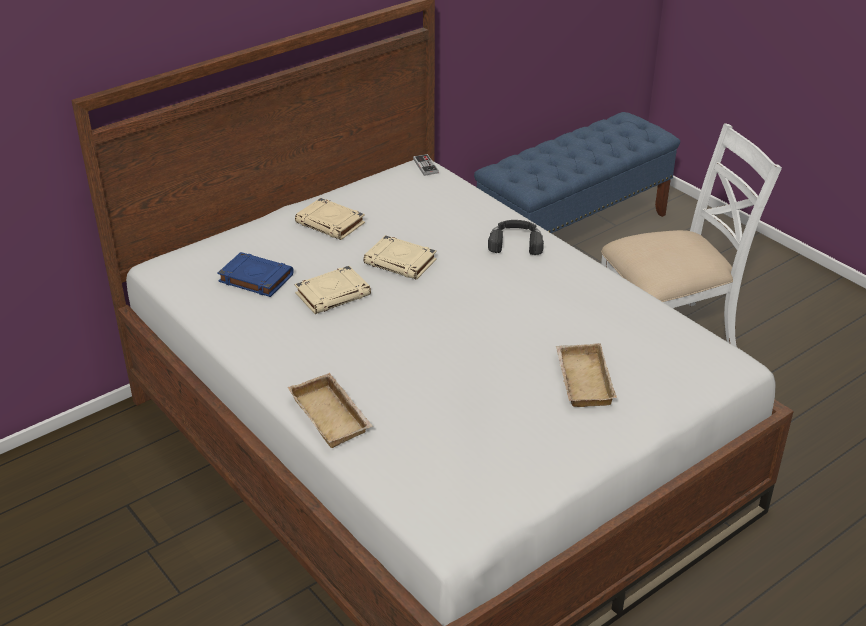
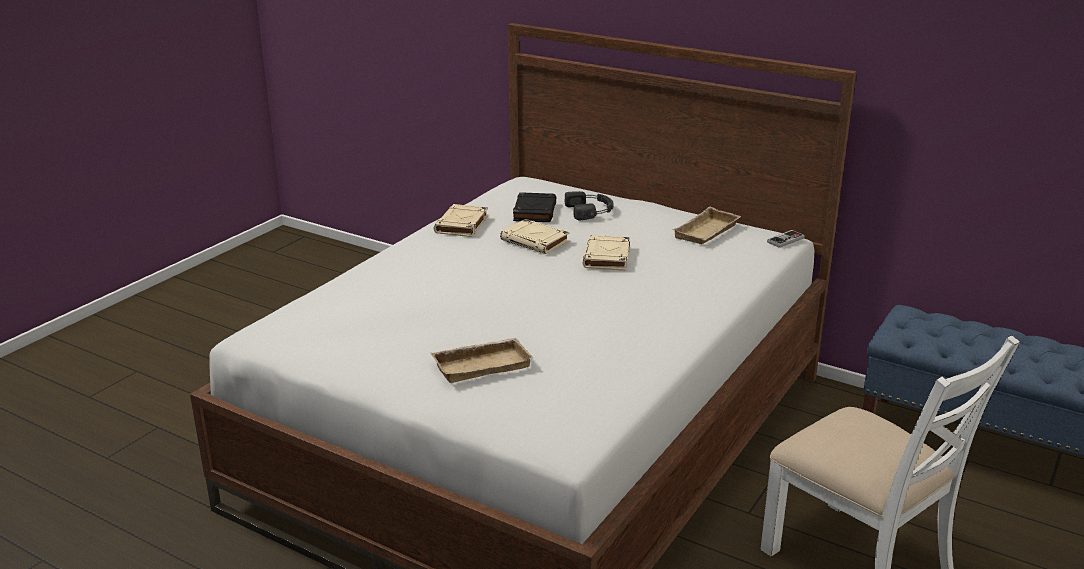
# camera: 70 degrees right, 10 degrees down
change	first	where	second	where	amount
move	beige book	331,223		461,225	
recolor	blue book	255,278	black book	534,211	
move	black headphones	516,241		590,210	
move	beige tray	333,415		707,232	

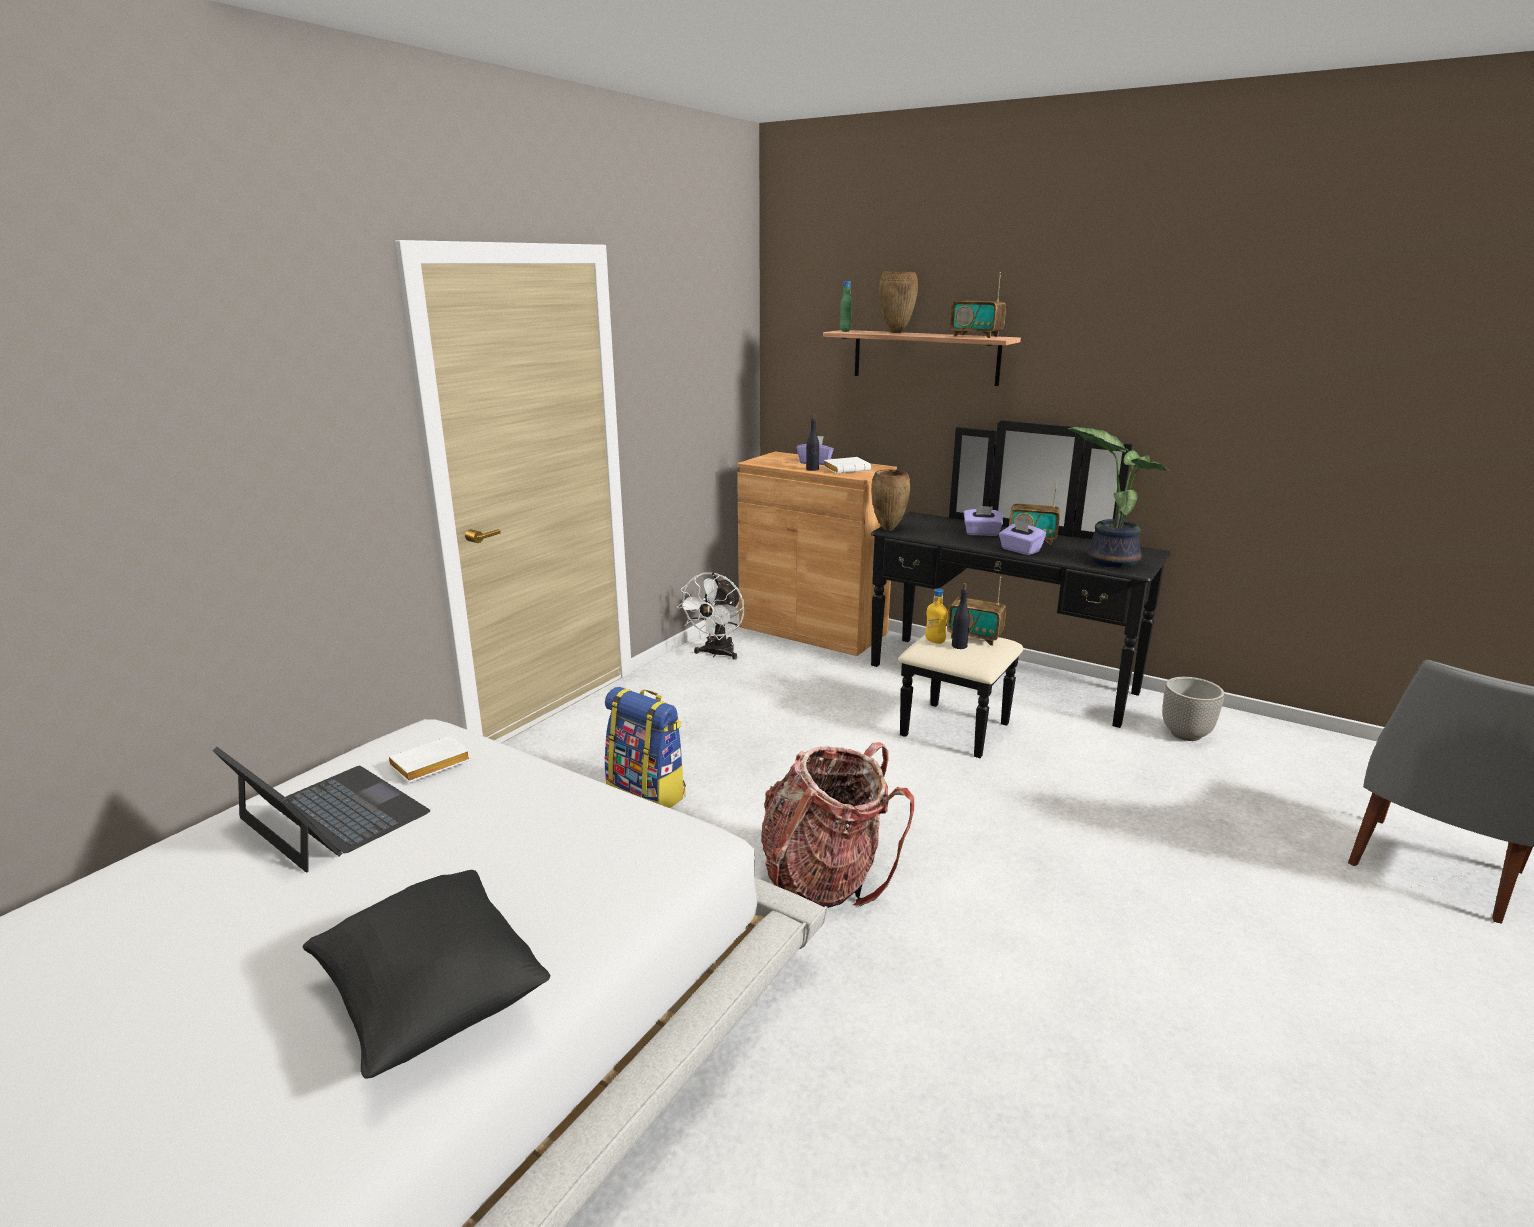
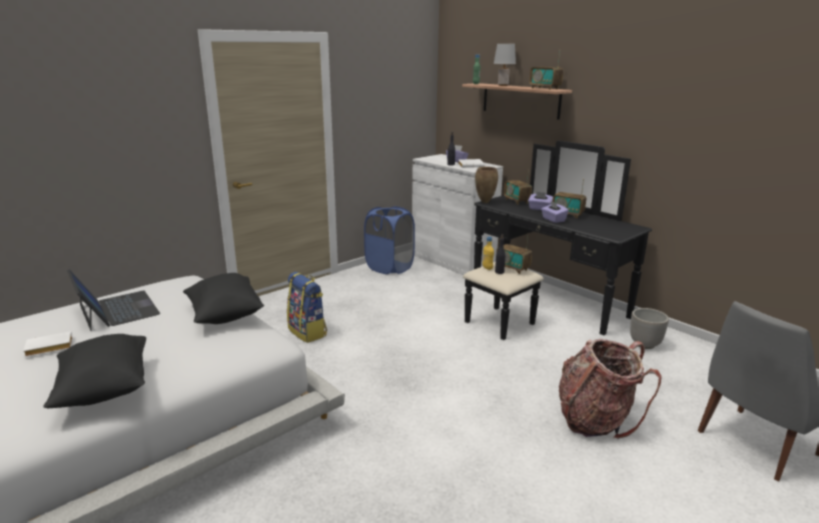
# camera: 15 degrees right, 0 degrees up
change	first	where	second	where	amount
move	white book	430,766		48,348	
insert			black pillow	225,315	
replace	white fan	716,654	blue laundry basket	389,267	
recolor	brown cabinet	813,630	white cabinet	452,260	
replace	brown vase	896,333	grey table lamp	503,85	
insert			radio	516,201	
move	backpack	824,879		595,419	
delete	potted plant	1110,560			

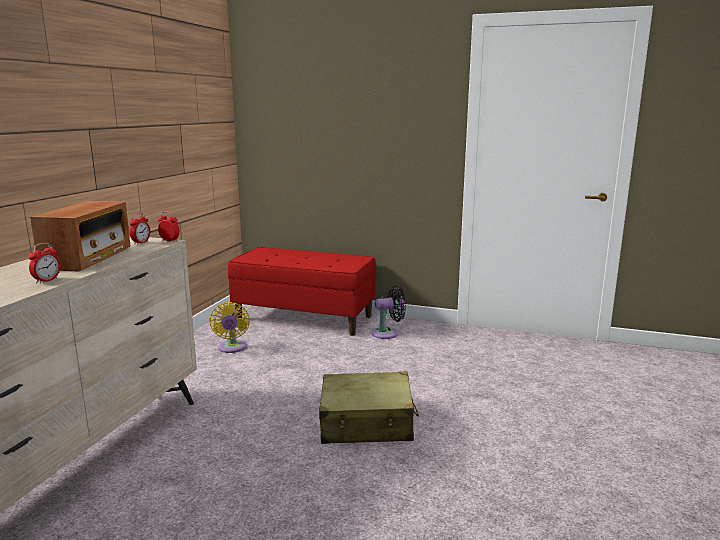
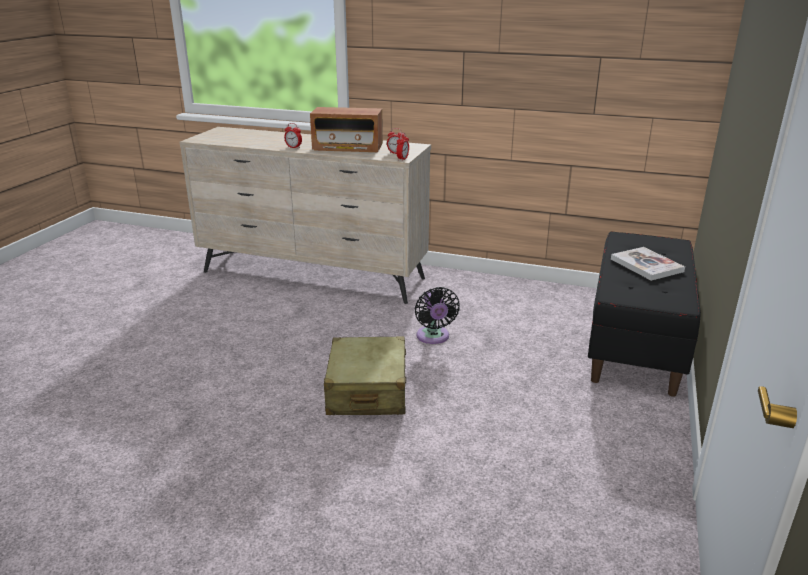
# camera: 90 degrees right, 10 degrees up
change	first	where	second	where	amount
move	black fan	388,333		433,337	
recolor	red bench	304,318	black bench	636,343	
insert			book	646,265	
delete	yellow fan	232,348			

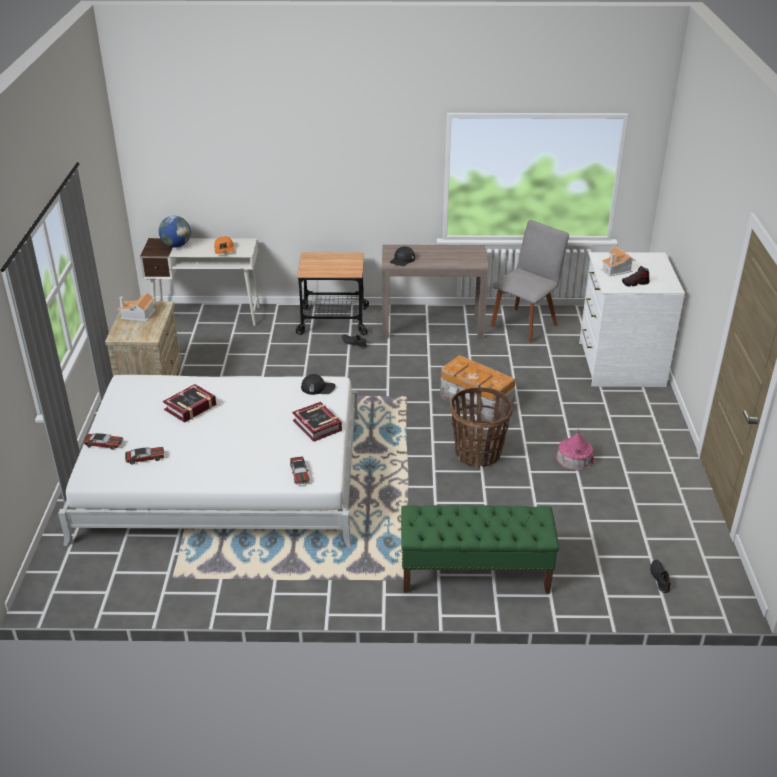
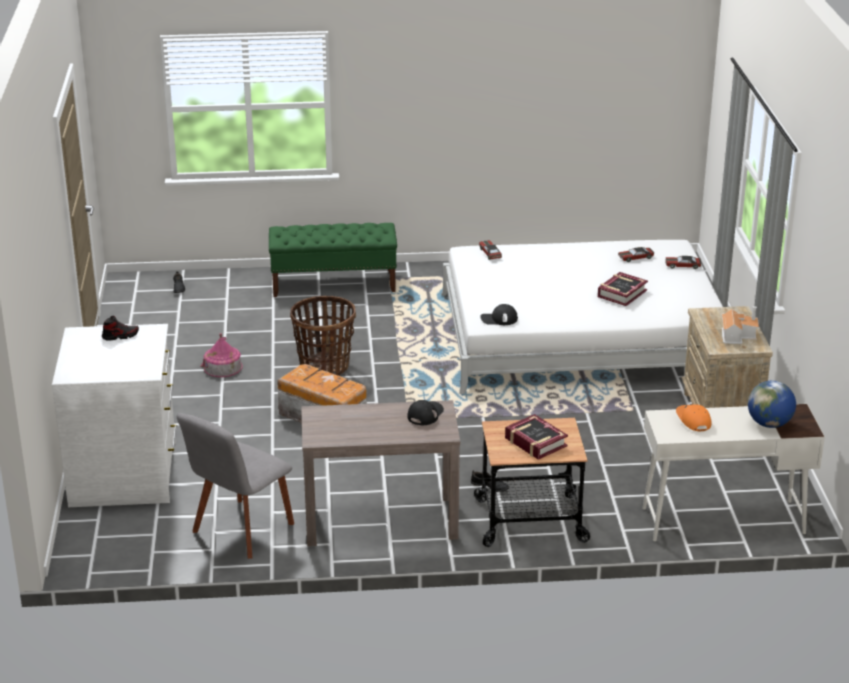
# camera: 175 degrees right, 5 degrees down
change	first	where	second	where	amount
move	book	317,425		535,442	
delete	toy house	616,269			

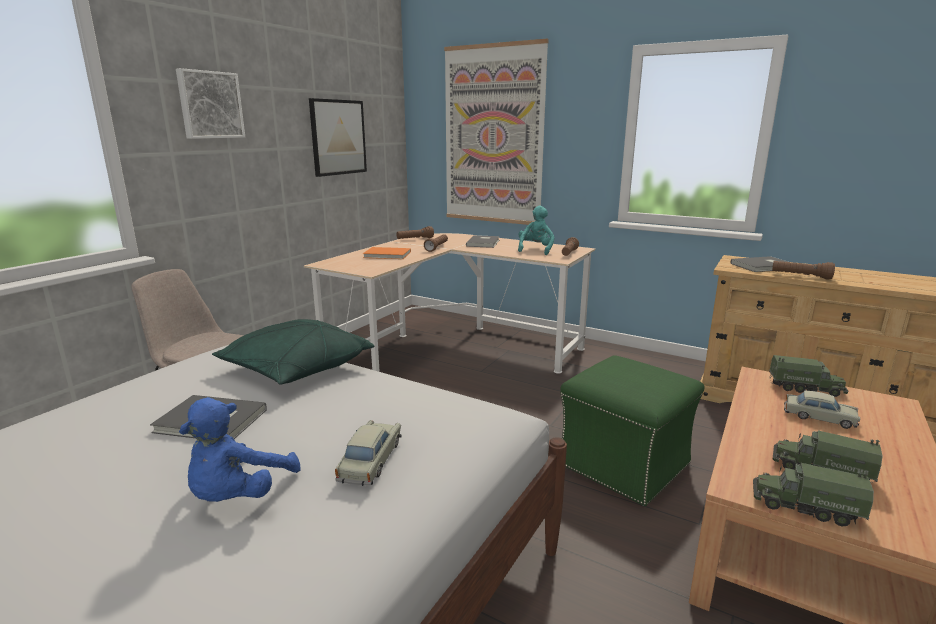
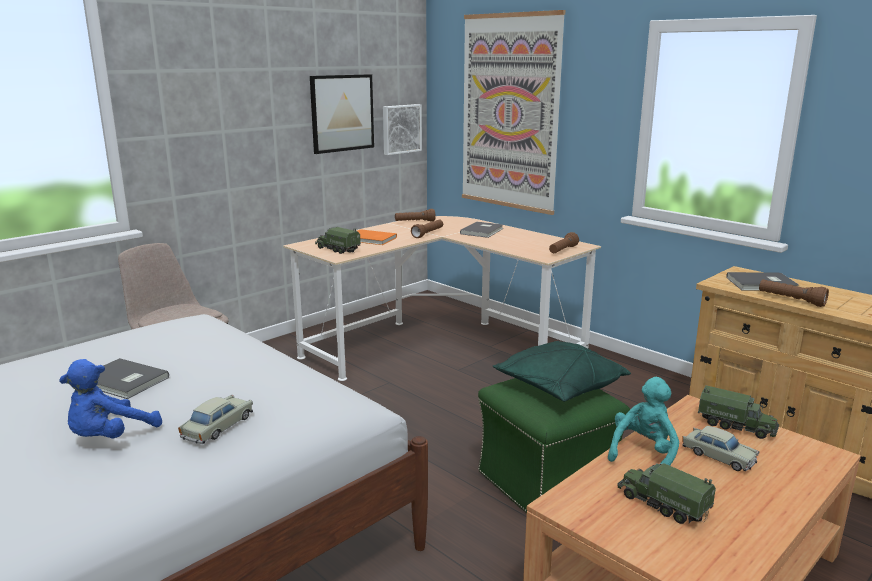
# camera: 15 degrees right, 0 degrees up
change	first	where	second	where	amount
move	toy truck	805,507		337,249	
move	picture	210,105		400,129	
move	green pillow	296,370		559,387	
move	turquoise plush toy	535,250		643,454	

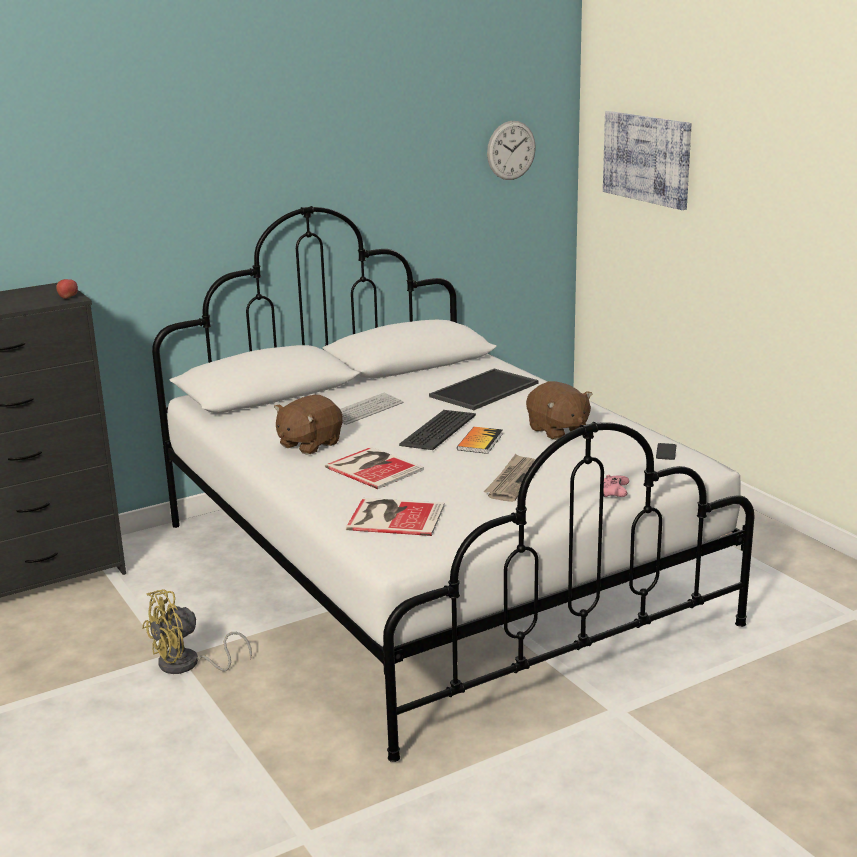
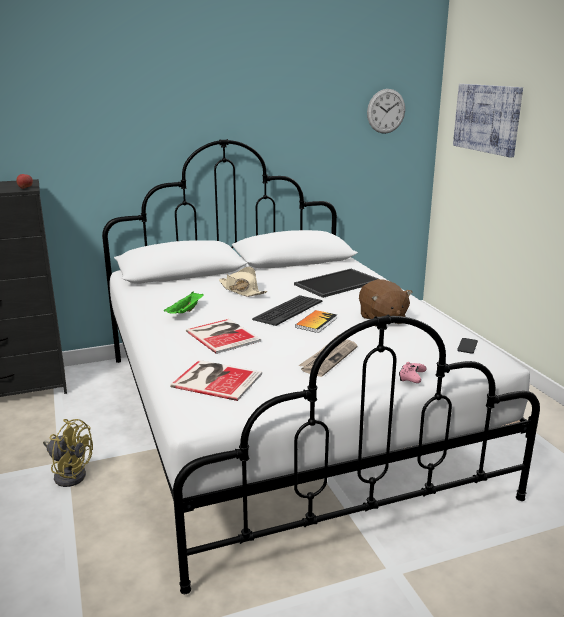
# camera: 10 degrees right, 0 degrees up
change	first	where	second	where	amount
rotate	yellow fan	187,665		69,473	135 degrees counterclockwise
replace	brown plush toy	309,444	green tray	185,312	
replace	keyboard	365,410	beige hat	241,290	

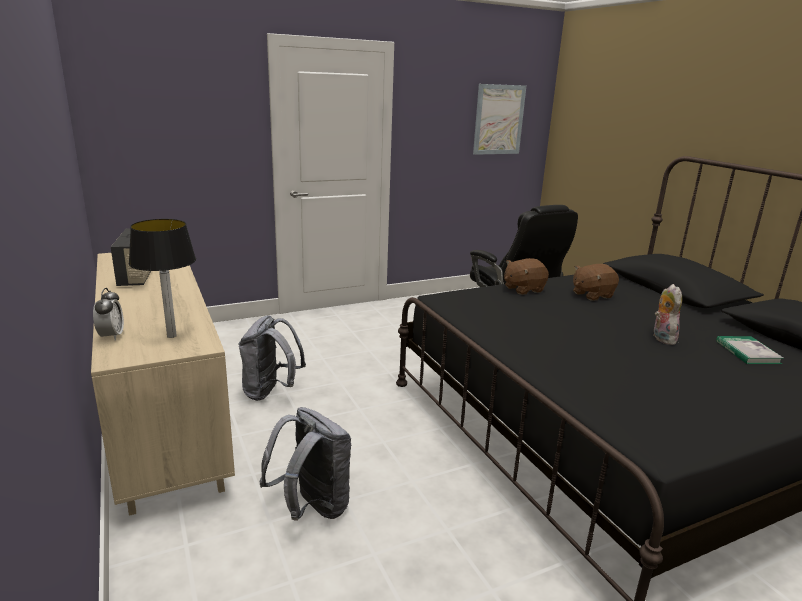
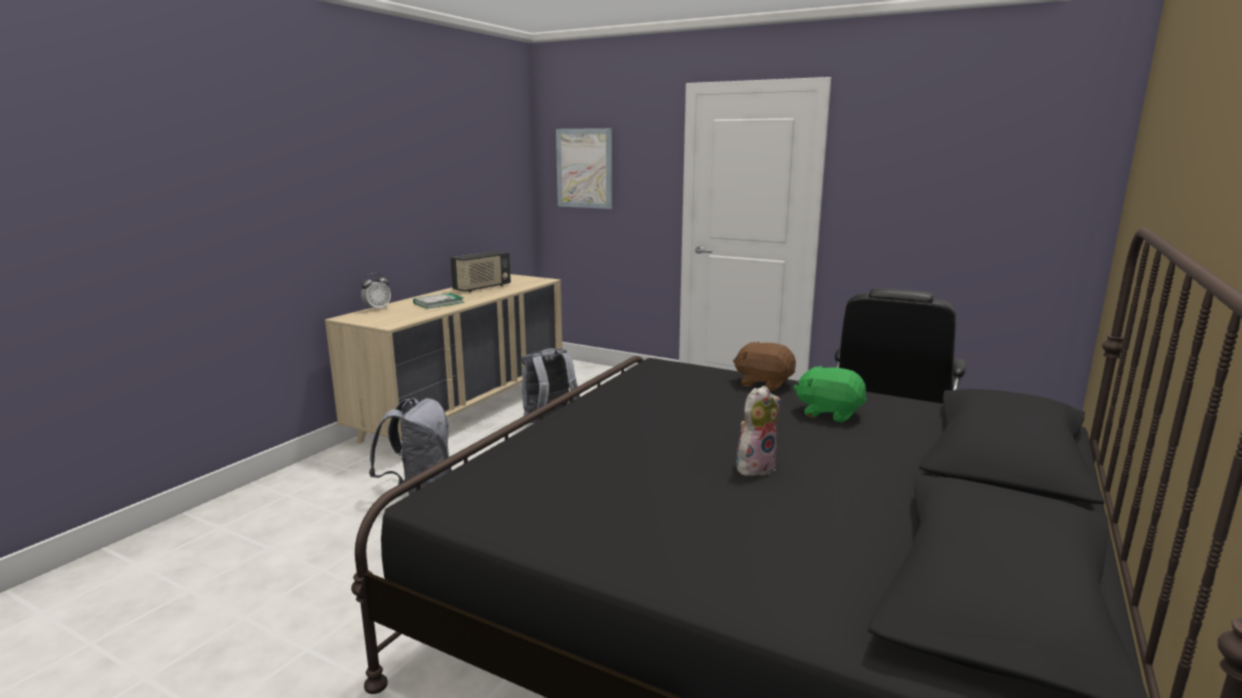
# camera: 55 degrees right, 5 degrees down
change	first	where	second	where	amount
move	book	747,352		438,303	
move	picture	498,119		584,168	
recolor	brown plush toy	592,295	green plush toy	829,413	
delete	table lamp	172,336			

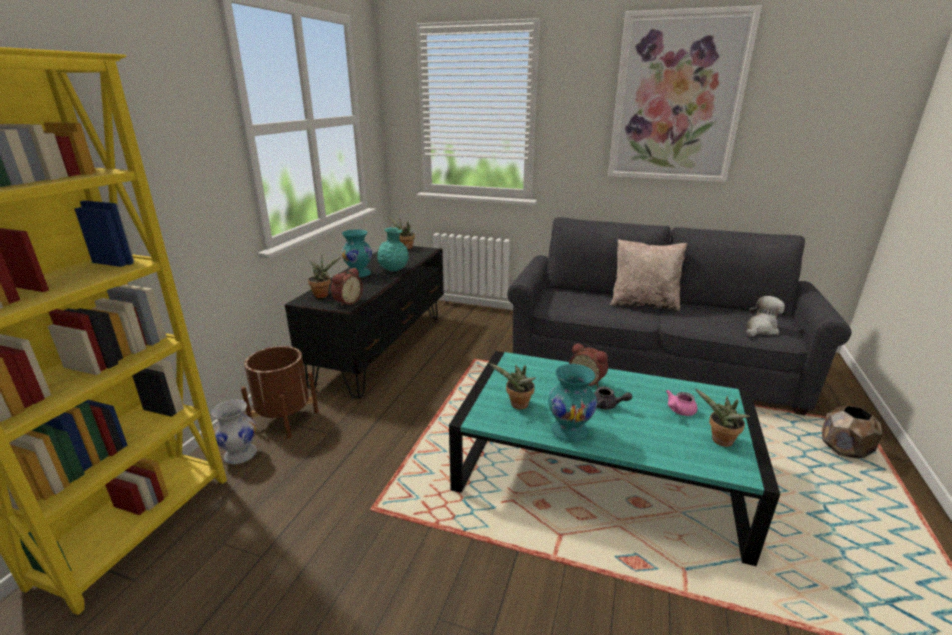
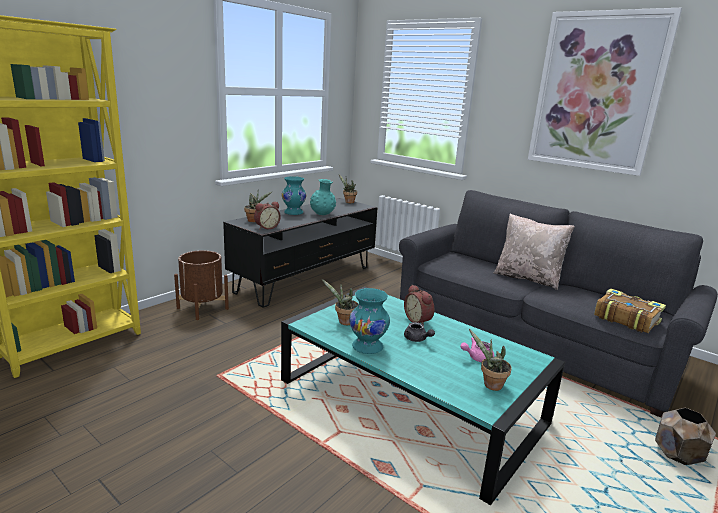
# camera: 20 degrees right, 5 degrees down
change	first	where	second	where	amount
replace	plush toy	760,329	book	625,318	
delete	white vase	240,454			

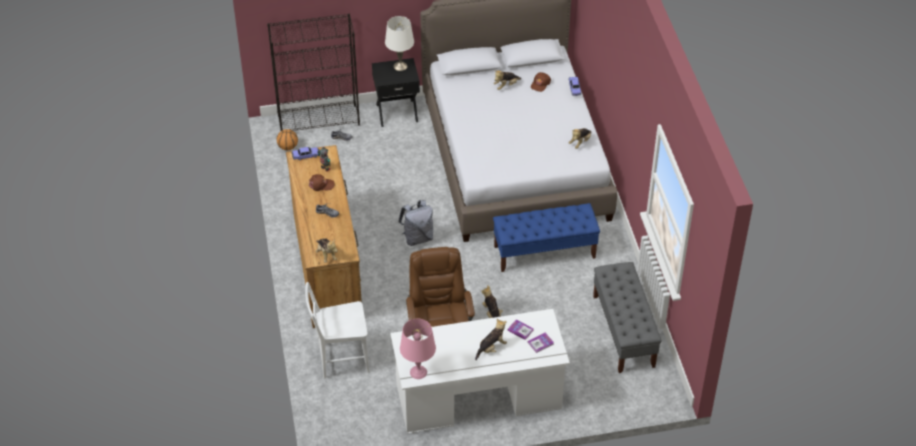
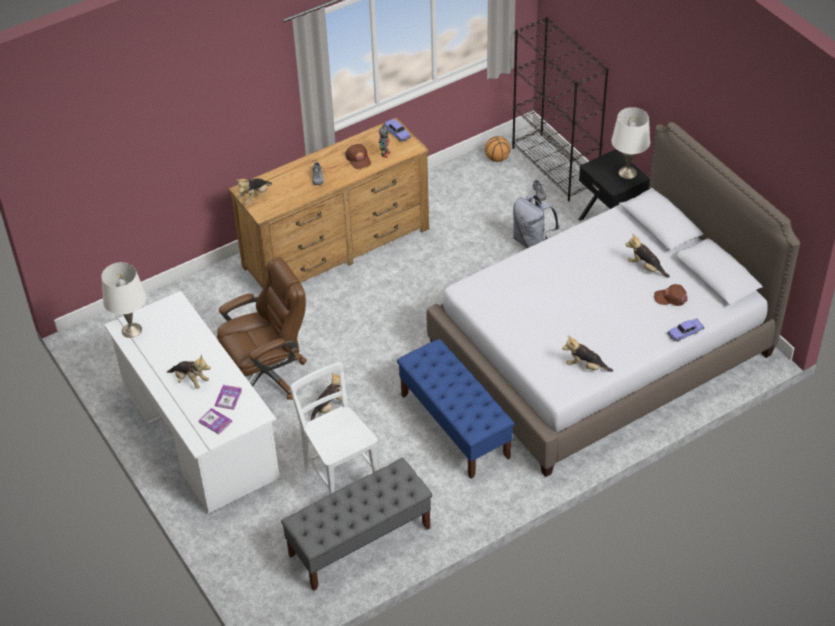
# camera: 70 degrees right, 0 degrees up
change	first	where	second	where	amount
recolor	pink table lamp	418,372	white table lamp	131,330	
move	white chair	340,359		340,477	
move	grey backpack	417,238		532,242	

